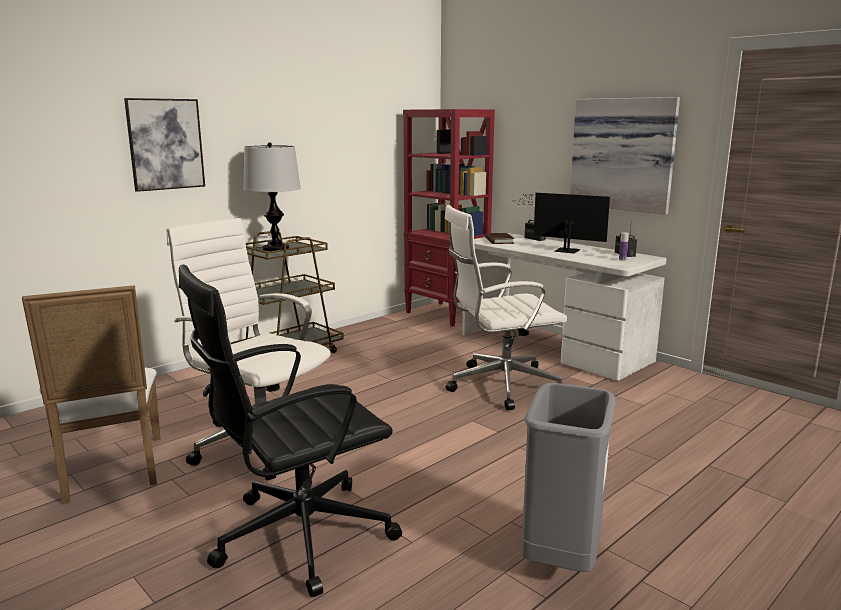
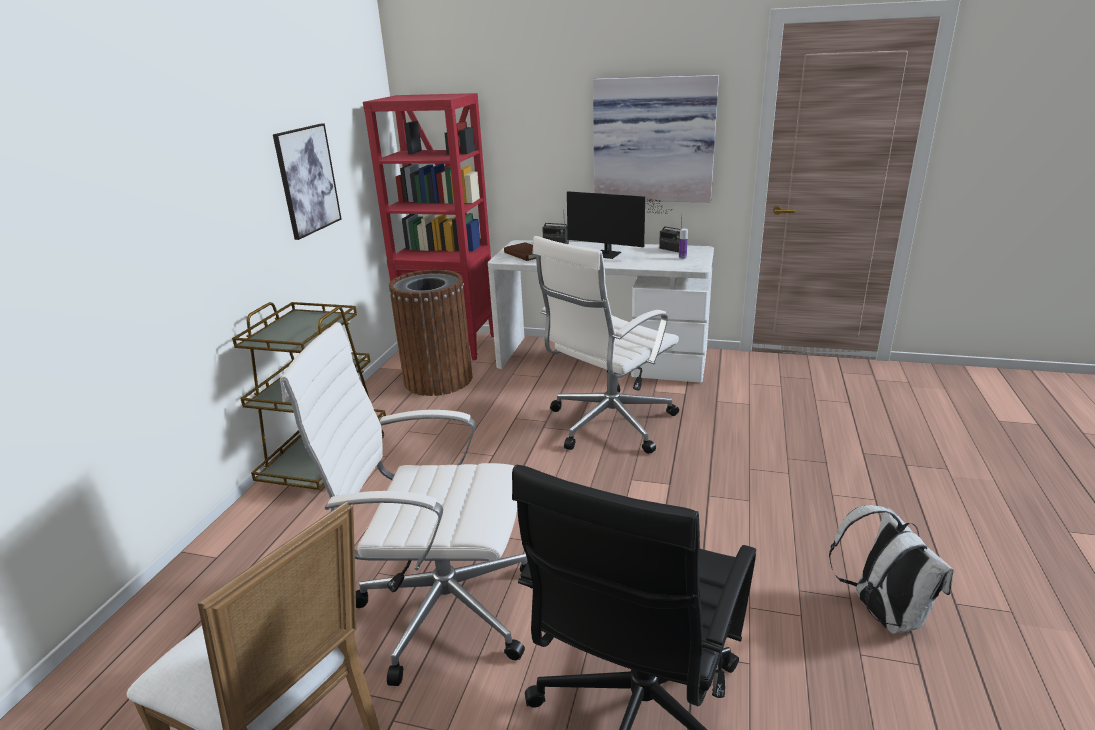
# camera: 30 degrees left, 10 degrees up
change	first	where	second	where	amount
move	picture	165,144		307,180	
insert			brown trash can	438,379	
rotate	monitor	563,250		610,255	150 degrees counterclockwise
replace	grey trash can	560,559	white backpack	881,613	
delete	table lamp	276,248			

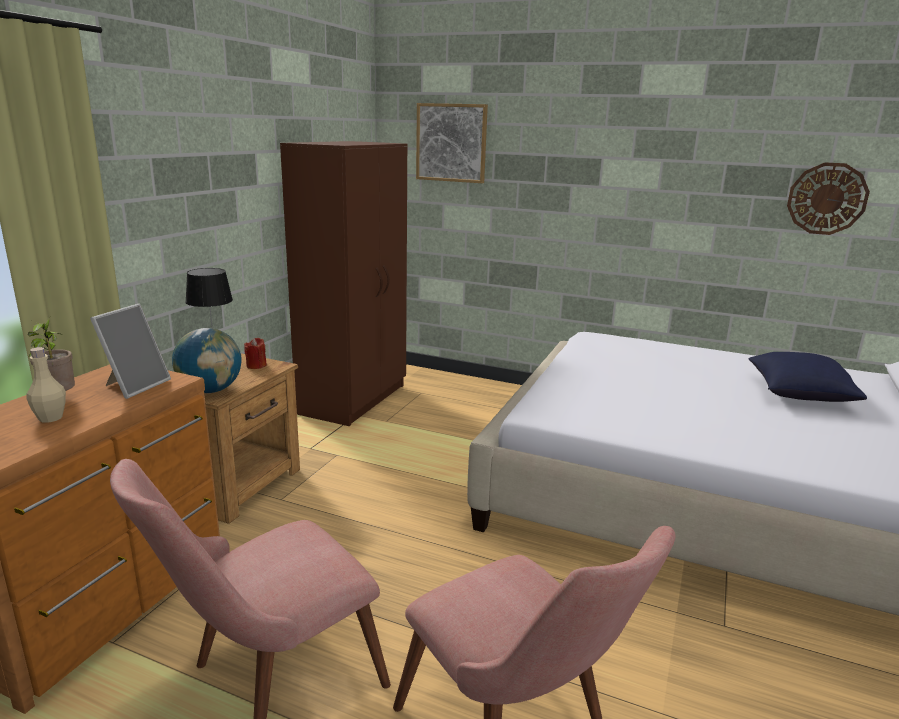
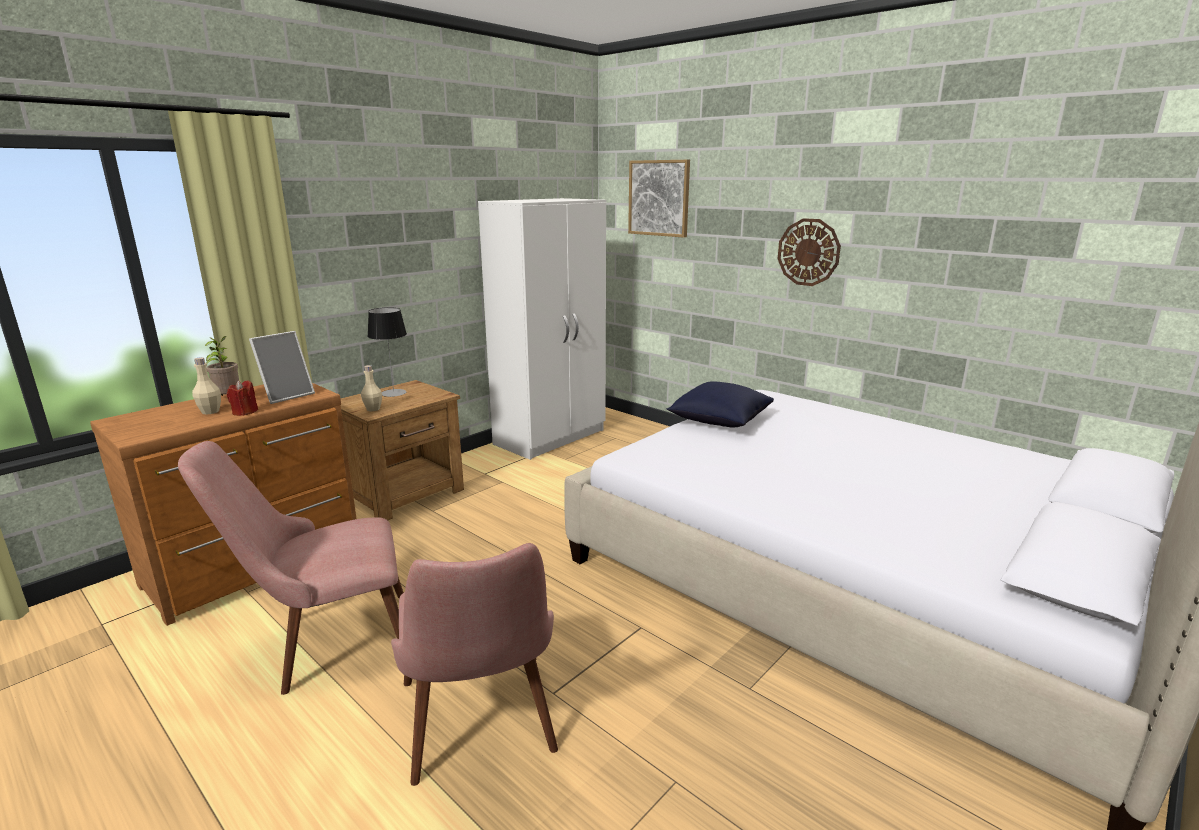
# camera: 20 degrees right, 0 degrees up
change	first	where	second	where	amount
move	red candle	256,365		245,412	
replace	globe	210,390	beige bottle	373,409	
recolor	brown wardrobe	355,399	white wardrobe	551,437	
move	blue pillow	799,394		719,421	
move	wall clock	827,199		808,252	

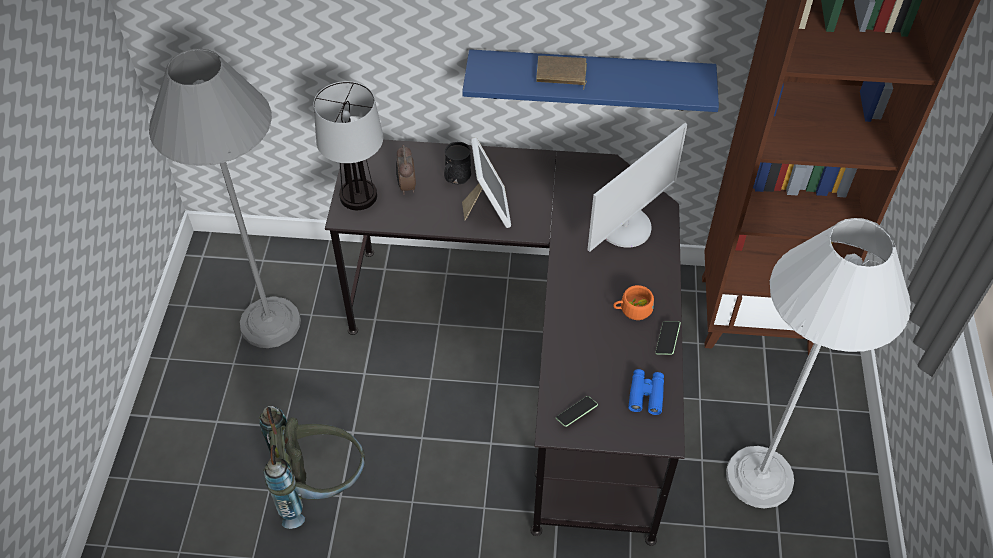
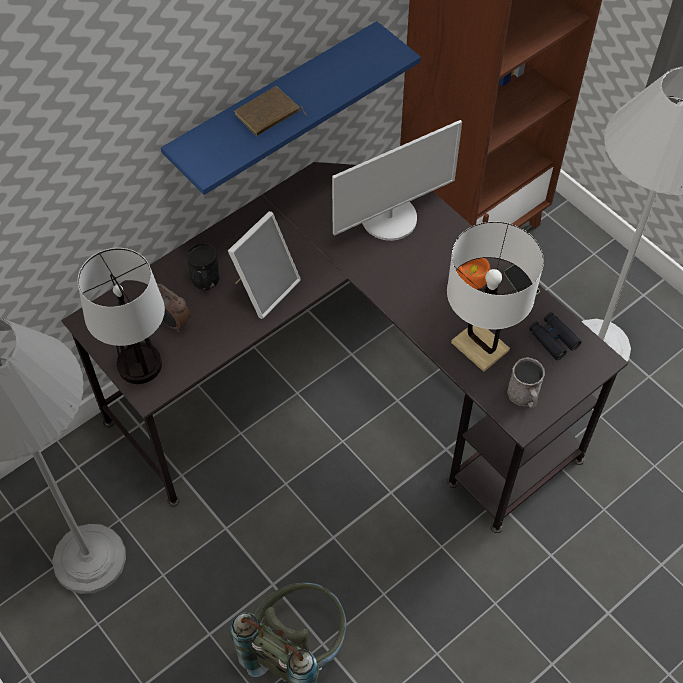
# camera: 45 degrees left, 5 degrees up
change	first	where	second	where	amount
rotate	picture frame	487,209		265,288	90 degrees clockwise
rotate	monitor	625,227		389,218	60 degrees clockwise
insert			white table lamp	480,347	
replace	phone	576,414	grey mug	524,397	
recolor	blue binoculars	646,394	black binoculars	553,339	

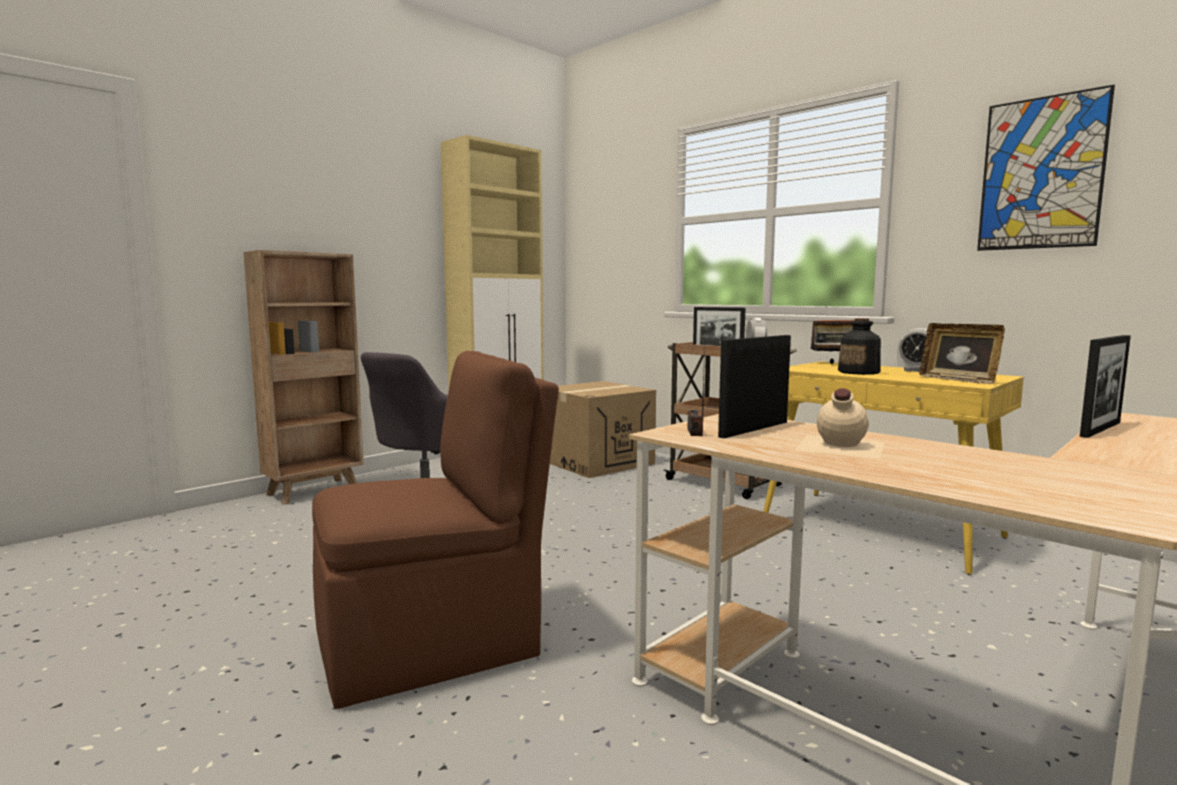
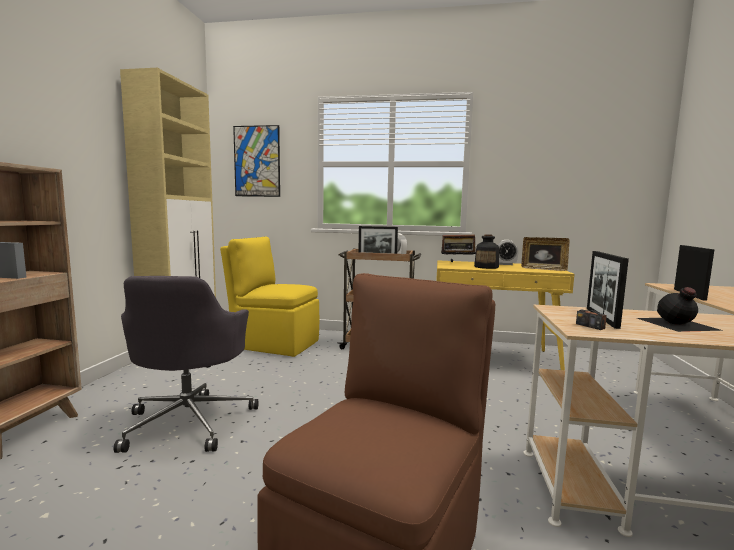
# camera: 35 degrees left, 0 degrees up
change	first	where	second	where	amount
replace	cardboard box	596,462	yellow chair	274,344	
move	picture	1041,173		257,161	
recolor	beige bottle	839,446	black bottle	677,324	

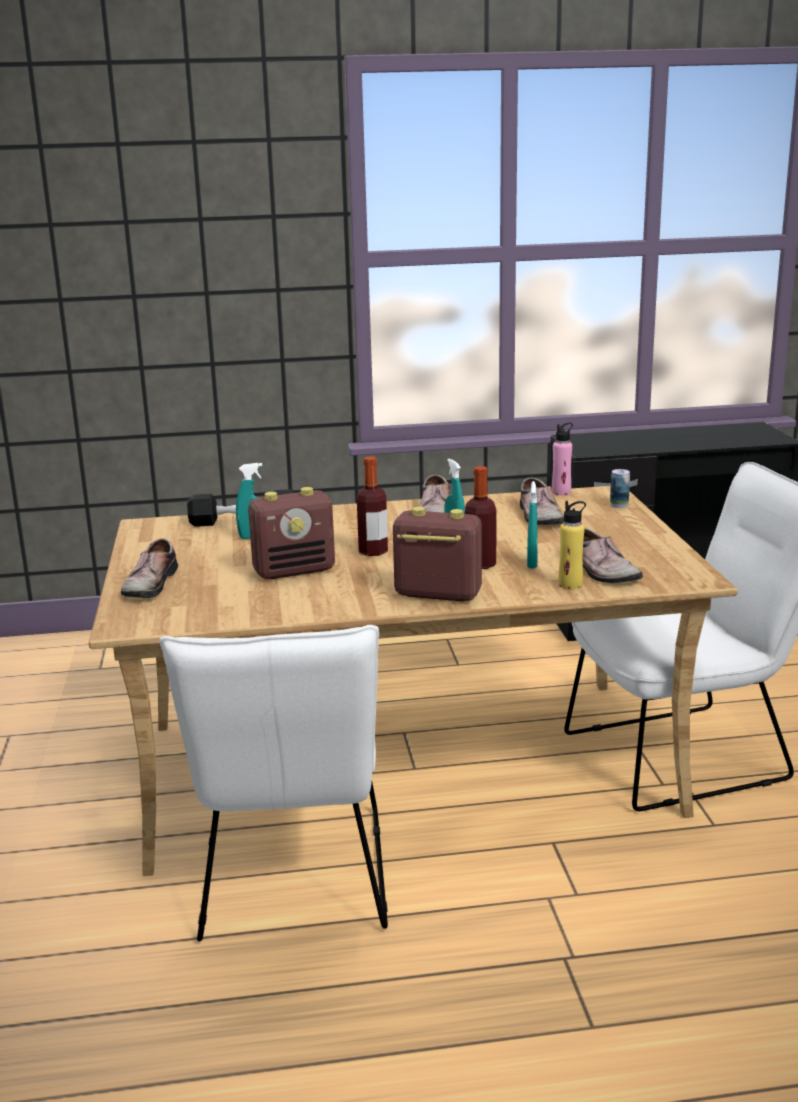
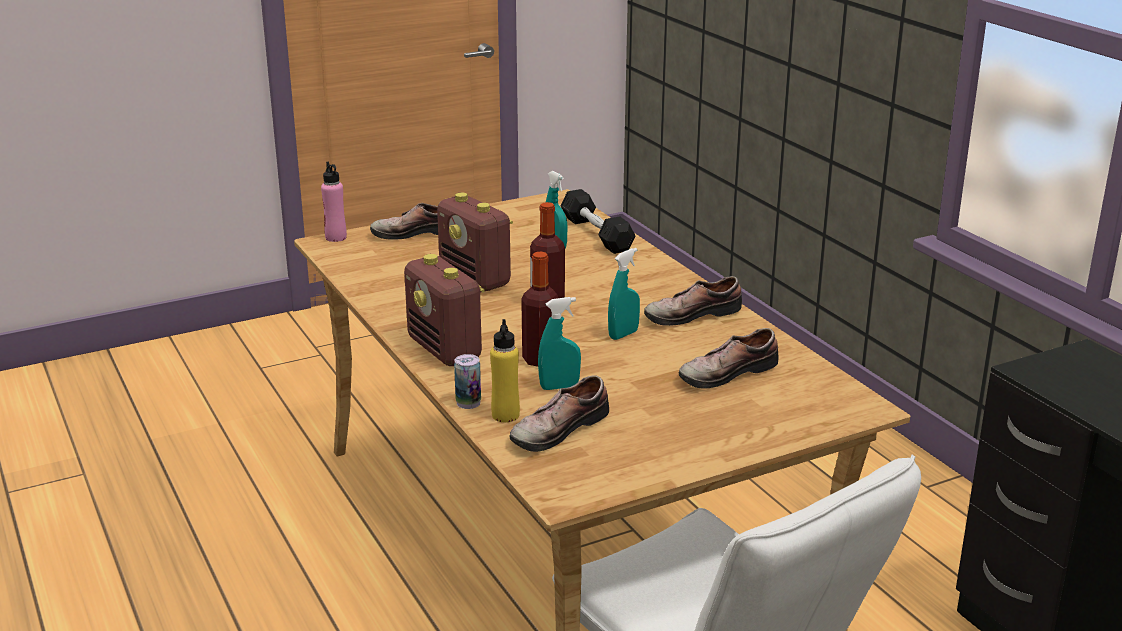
# camera: 70 degrees right, 5 degrees up
change	first	where	second	where	amount
move	pink bottle	561,492		336,237	
rotate	radio	437,594		445,350	150 degrees clockwise
move	can	619,505		468,403	
delete	white chair	293,884			

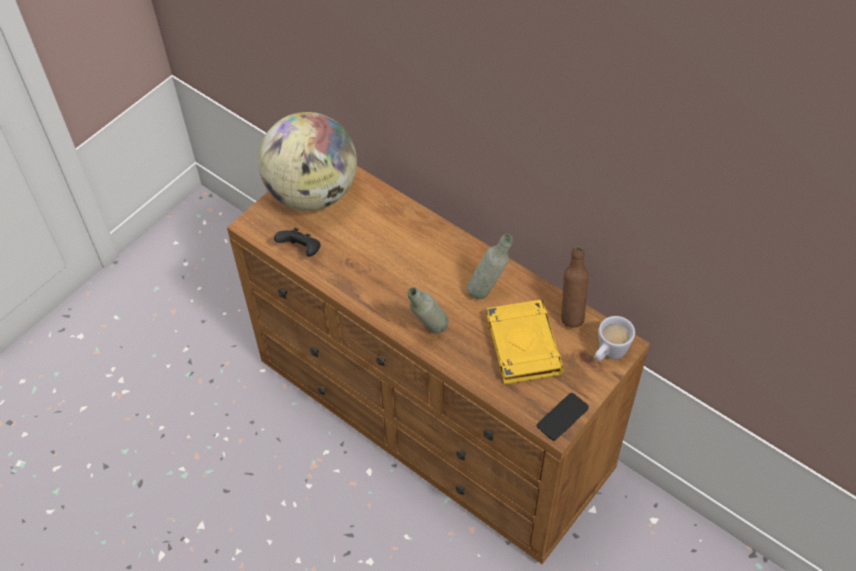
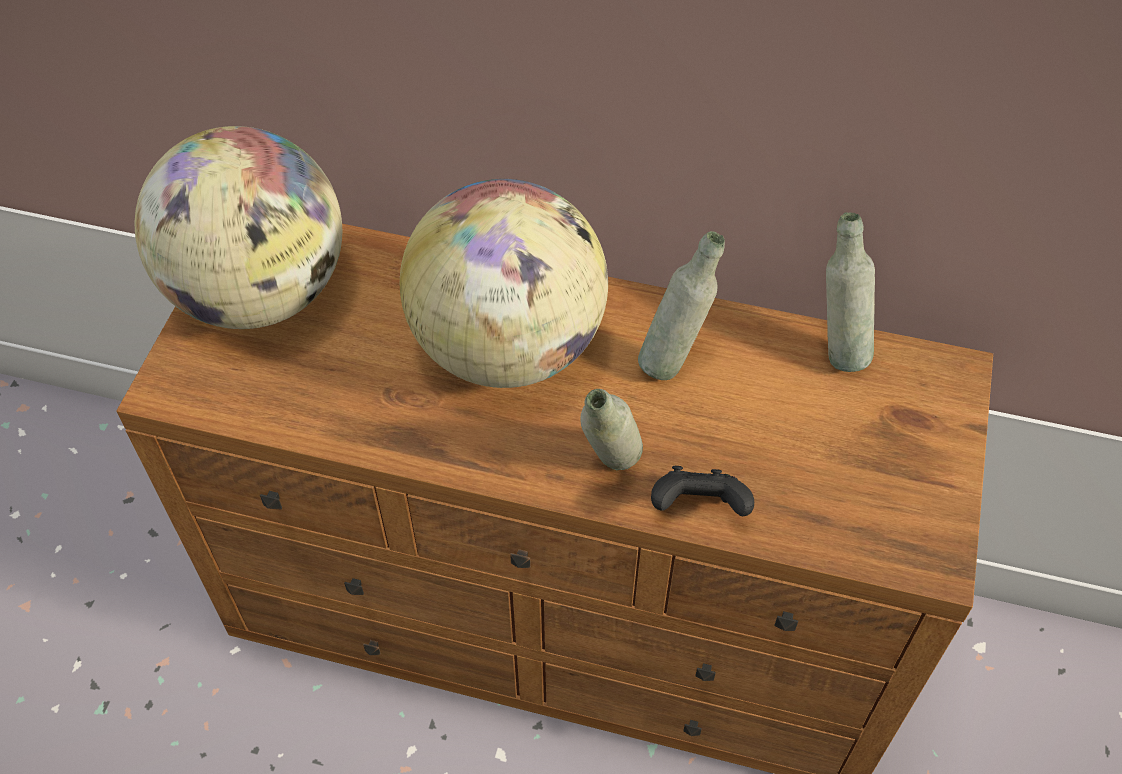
# camera: 25 degrees left, 0 degrees up
change	first	where	second	where	amount
insert			globe	508,346	
move	black game controller	301,250		698,508	
recolor	brown bottle	571,313	grey bottle	837,348	
delete	yellow book	522,344			
delete	phone	562,417			
delete	white mug	608,353			

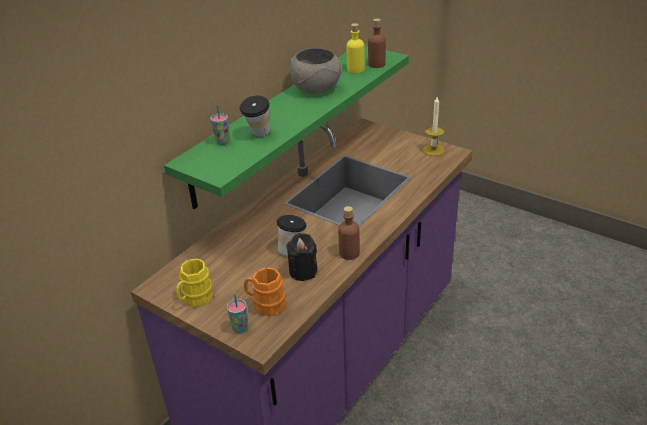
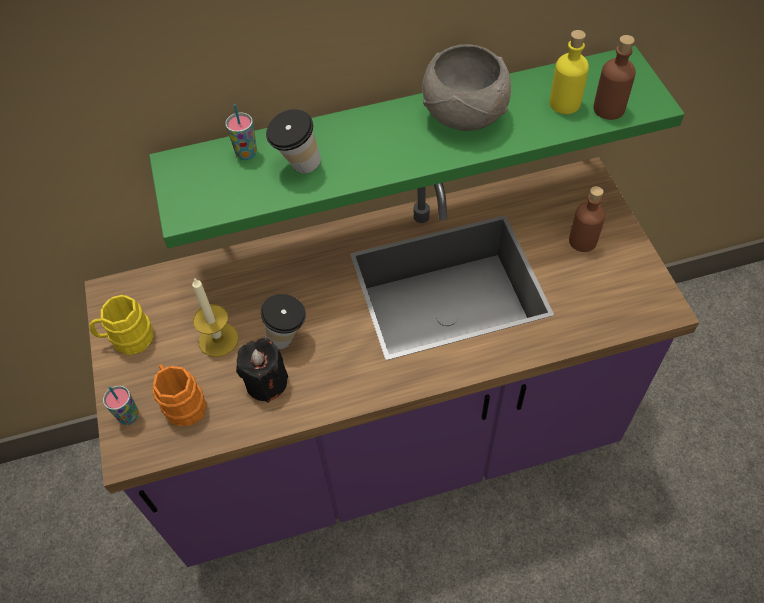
# camera: 40 degrees right, 20 degrees up
change	first	where	second	where	amount
move	candle	433,150		218,339	
move	brown bottle	349,253		582,241	

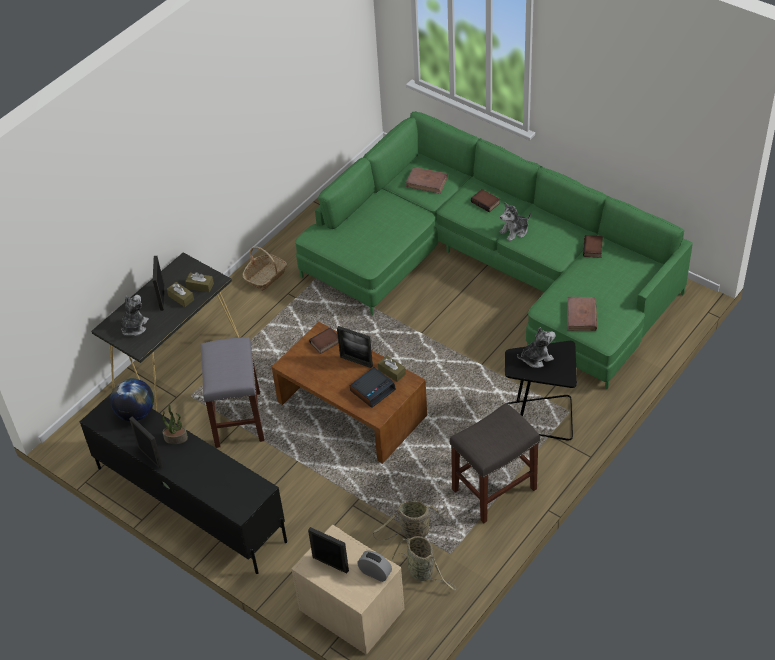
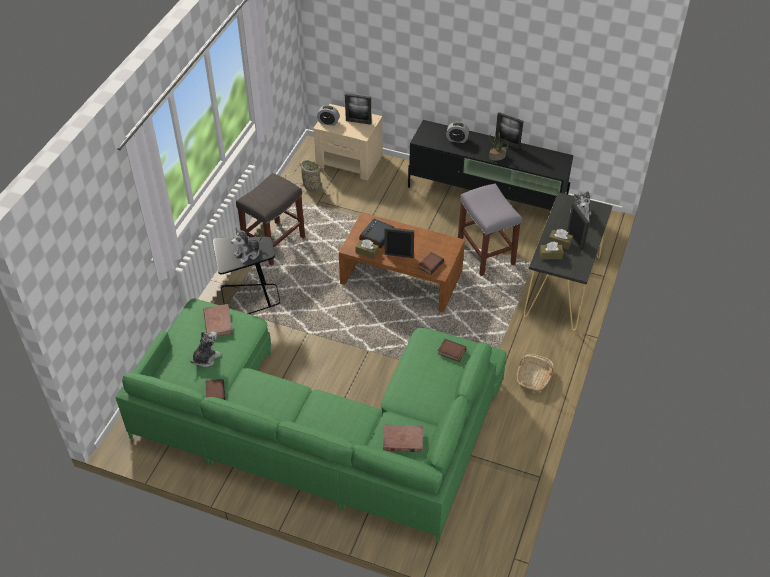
# camera: 160 degrees right, 0 degrees up
change	first	where	second	where	amount
move	plush toy	515,231		206,358	
move	book	486,202		451,352	
insert			alarm clock	457,139	
delete	globe	136,413			
delete	basket	413,532			

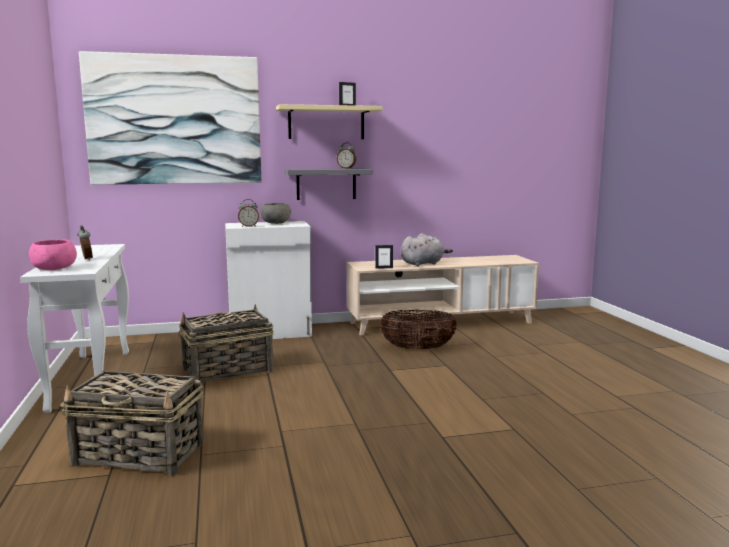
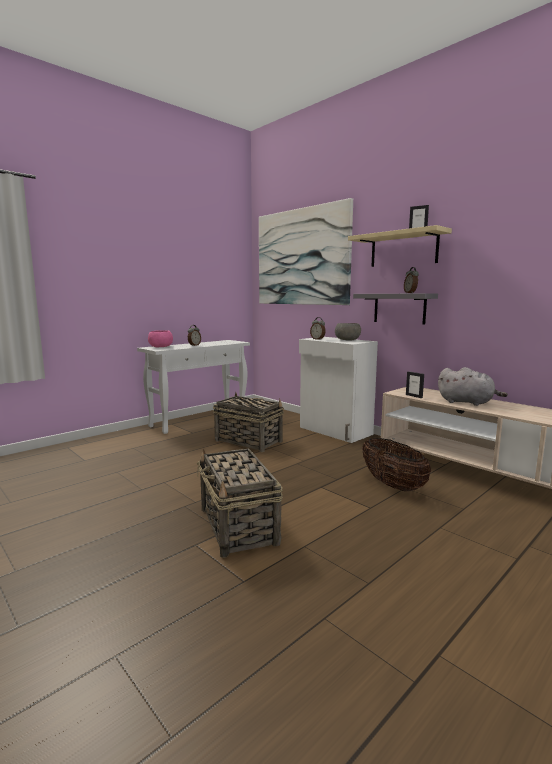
# camera: 60 degrees right, 0 degrees up
change	first	where	second	where	amount
move	basket	140,455		238,527	

